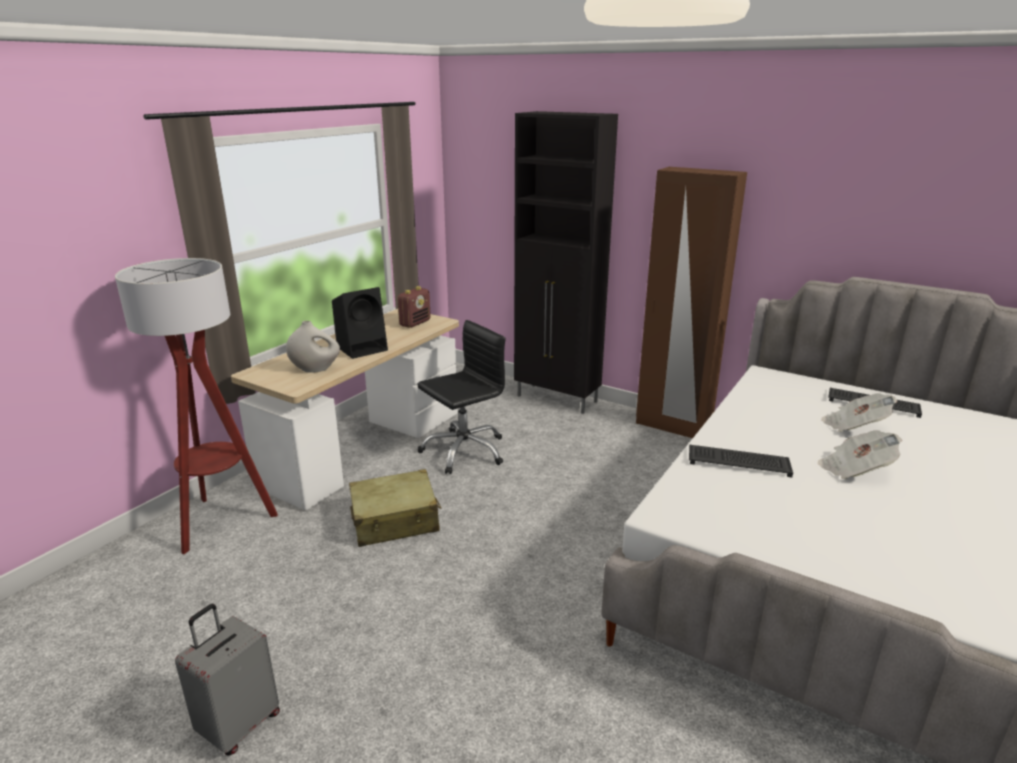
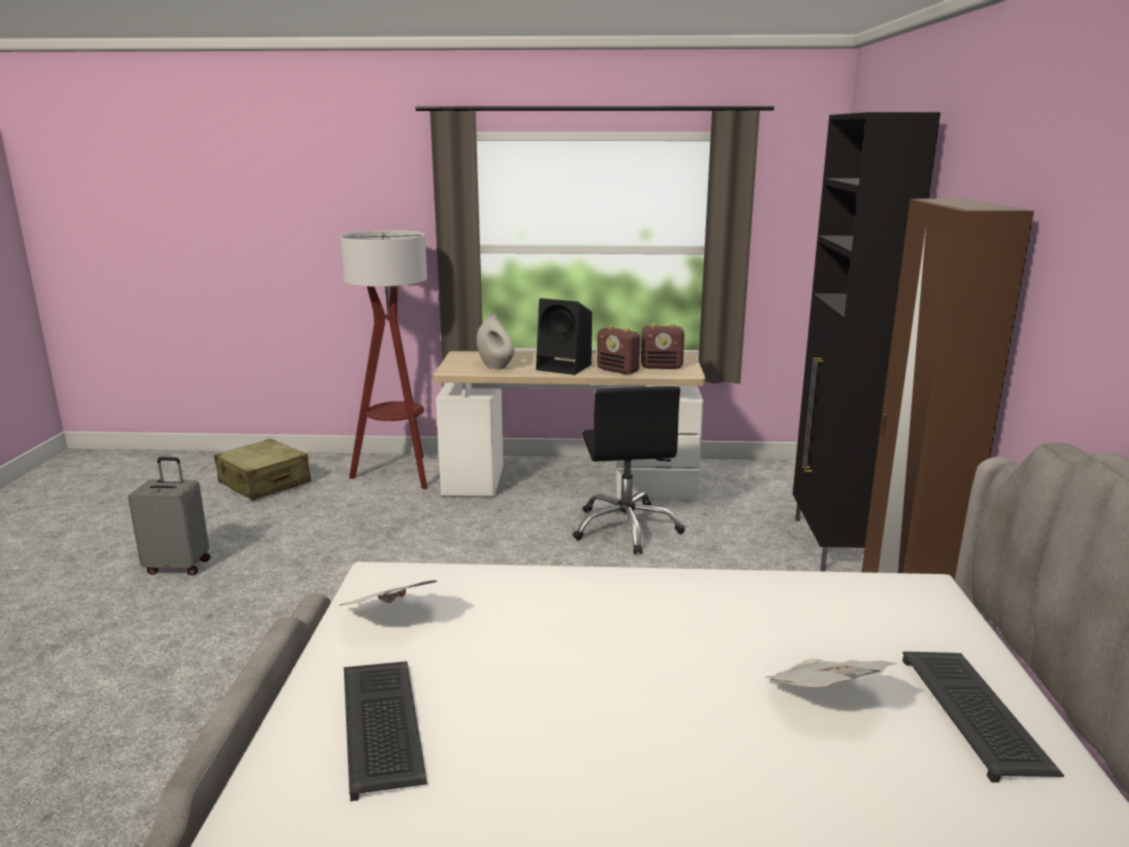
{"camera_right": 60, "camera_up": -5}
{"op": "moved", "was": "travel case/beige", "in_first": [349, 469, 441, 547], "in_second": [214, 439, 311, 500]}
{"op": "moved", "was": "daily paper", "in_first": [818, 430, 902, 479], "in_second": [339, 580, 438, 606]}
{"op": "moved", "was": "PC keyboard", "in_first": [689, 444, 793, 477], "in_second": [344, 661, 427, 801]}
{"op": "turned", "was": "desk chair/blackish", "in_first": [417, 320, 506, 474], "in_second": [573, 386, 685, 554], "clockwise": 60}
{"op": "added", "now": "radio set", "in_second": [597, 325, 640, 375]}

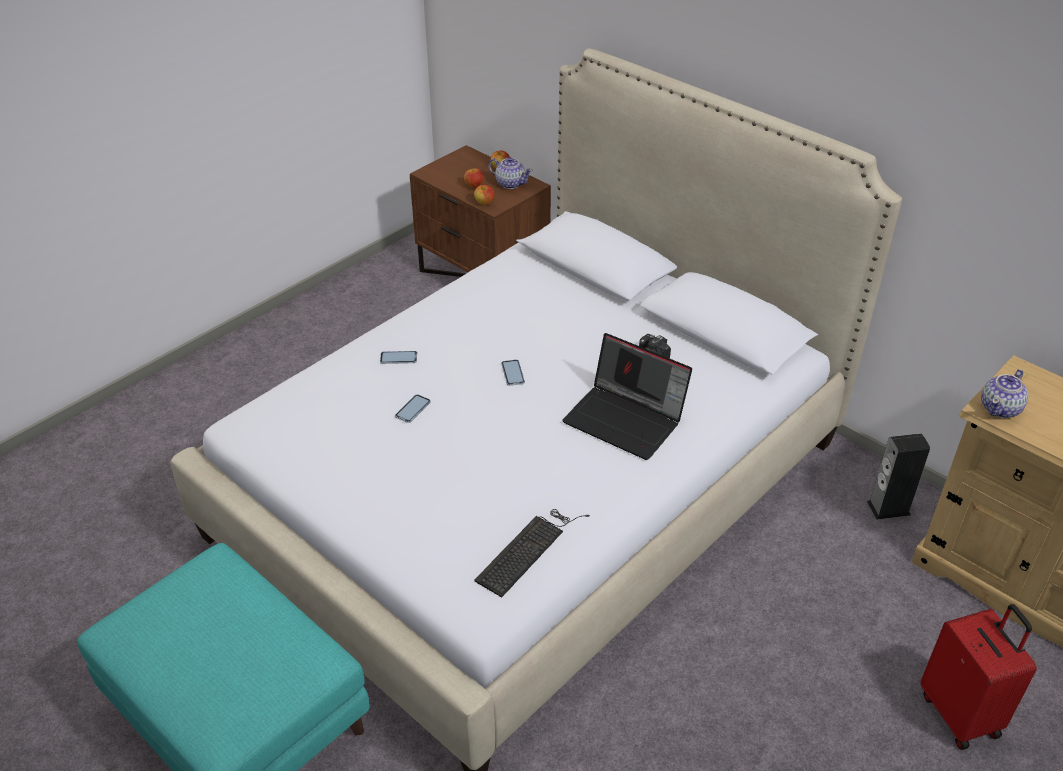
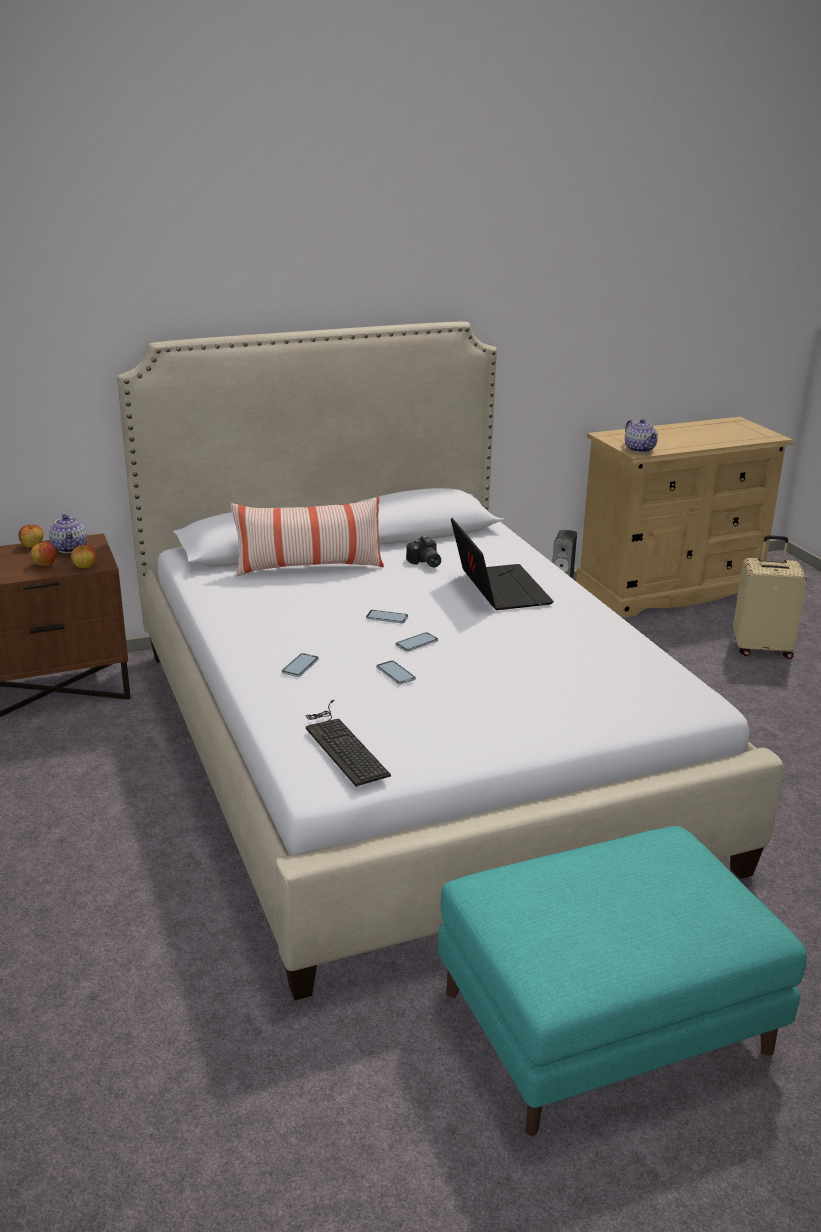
{"camera_right": -65, "camera_up": -15}
{"op": "turned", "was": "teapot", "in_first": [488, 157, 533, 189], "in_second": [49, 514, 87, 553], "clockwise": 105}
{"op": "added", "now": "pillow", "in_second": [231, 497, 384, 577]}
{"op": "moved", "was": "PC keyboard", "in_first": [475, 509, 590, 597], "in_second": [305, 700, 391, 786]}
{"op": "added", "now": "handset", "in_second": [395, 632, 438, 652]}
{"op": "turned", "was": "laptop", "in_first": [562, 333, 692, 460], "in_second": [451, 518, 554, 610], "clockwise": -75}
{"op": "recoloured", "was": "travel case/red", "now": "travel case/beige", "in_first": [921, 604, 1037, 750], "in_second": [733, 535, 807, 659]}

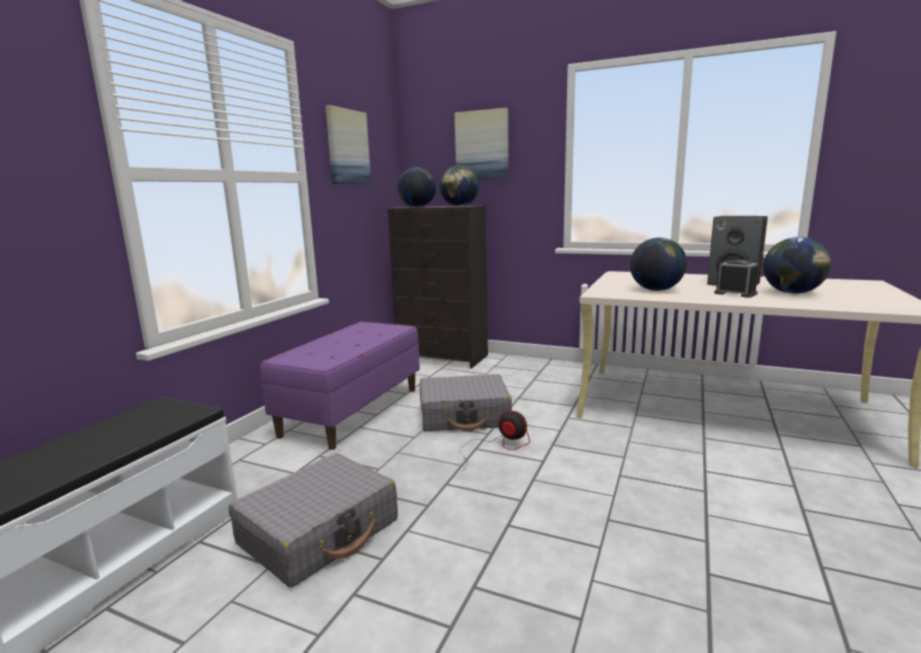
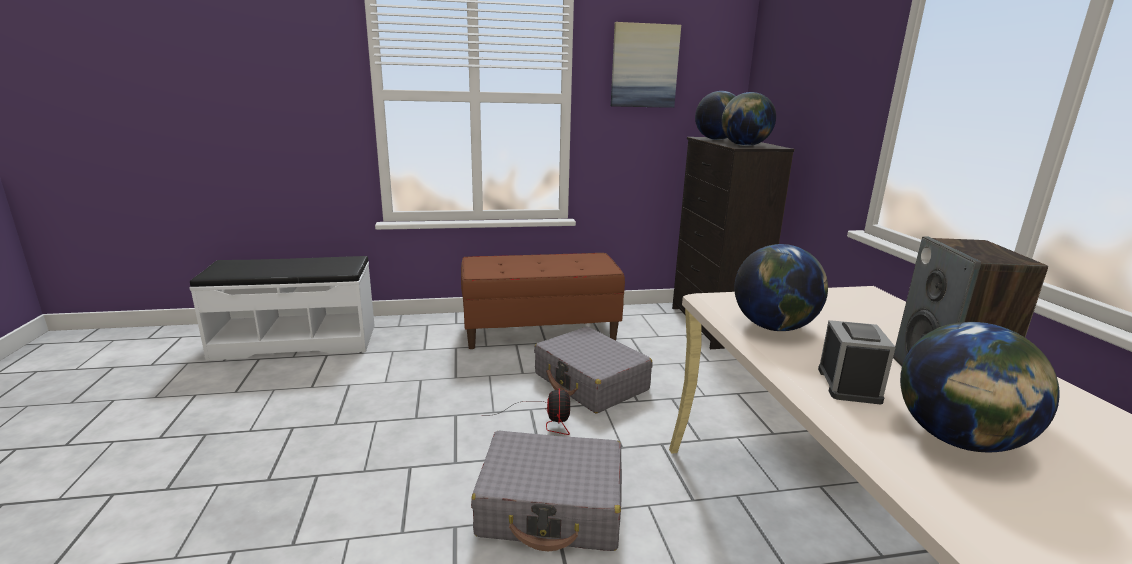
{"camera_right": 55, "camera_up": 5}
{"op": "recoloured", "was": "bench/purplish", "now": "bench/brown", "in_first": [260, 322, 420, 450], "in_second": [461, 253, 625, 349]}
{"op": "moved", "was": "travel case/grey", "in_first": [229, 453, 398, 587], "in_second": [471, 430, 622, 551]}
{"op": "removed", "was": "picture", "in_first": [455, 108, 509, 179]}

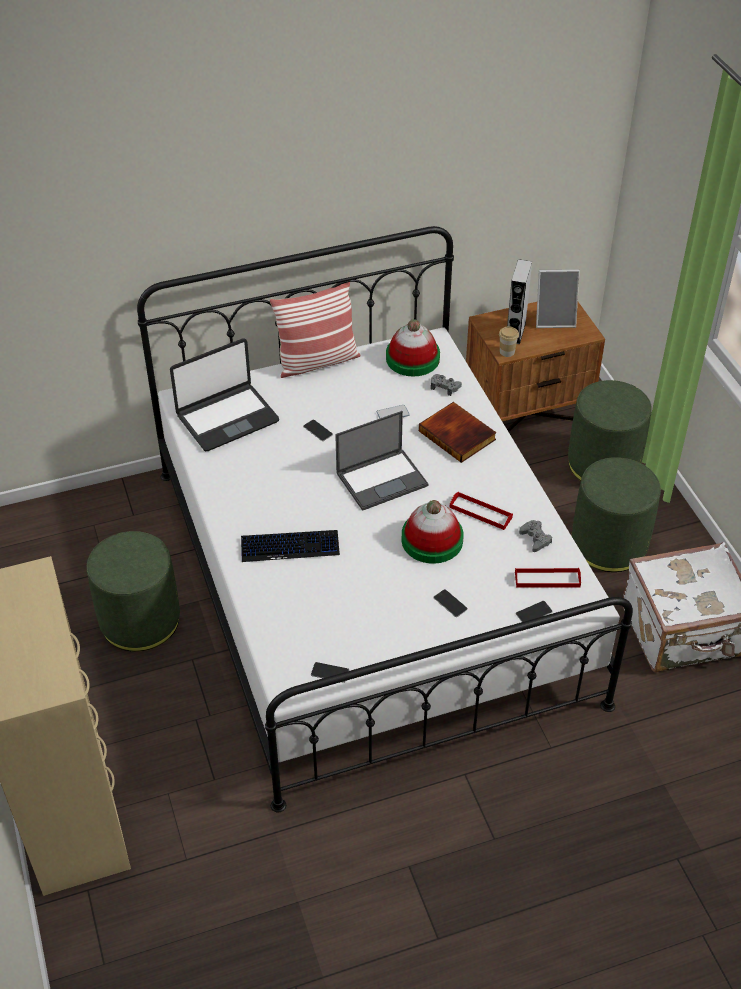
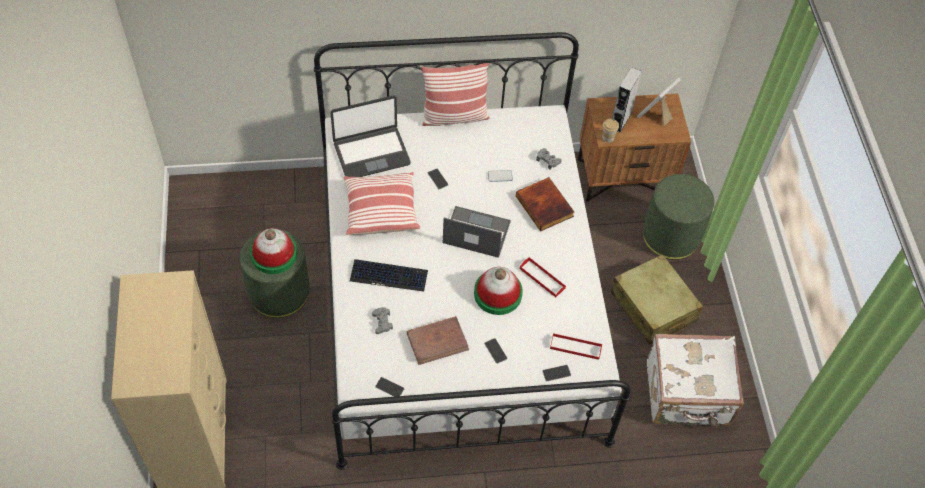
{"camera_right": 10, "camera_up": 10}
{"op": "moved", "was": "wearable hat", "in_first": [386, 319, 440, 377], "in_second": [250, 228, 297, 274]}
{"op": "added", "now": "pillow", "in_second": [344, 172, 420, 235]}
{"op": "moved", "was": "game controller/grey", "in_first": [519, 520, 552, 552], "in_second": [372, 307, 393, 334]}
{"op": "added", "now": "book/brown", "in_second": [407, 316, 469, 365]}
{"op": "turned", "was": "laptop", "in_first": [335, 411, 428, 511], "in_second": [443, 206, 511, 258], "clockwise": -150}
{"op": "replaced", "was": "footrest/green", "now": "travel case/beige", "in_first": [572, 457, 661, 572], "in_second": [611, 254, 703, 344]}
{"op": "turned", "was": "photo frame", "in_first": [536, 269, 580, 328], "in_second": [637, 78, 681, 126], "clockwise": 120}

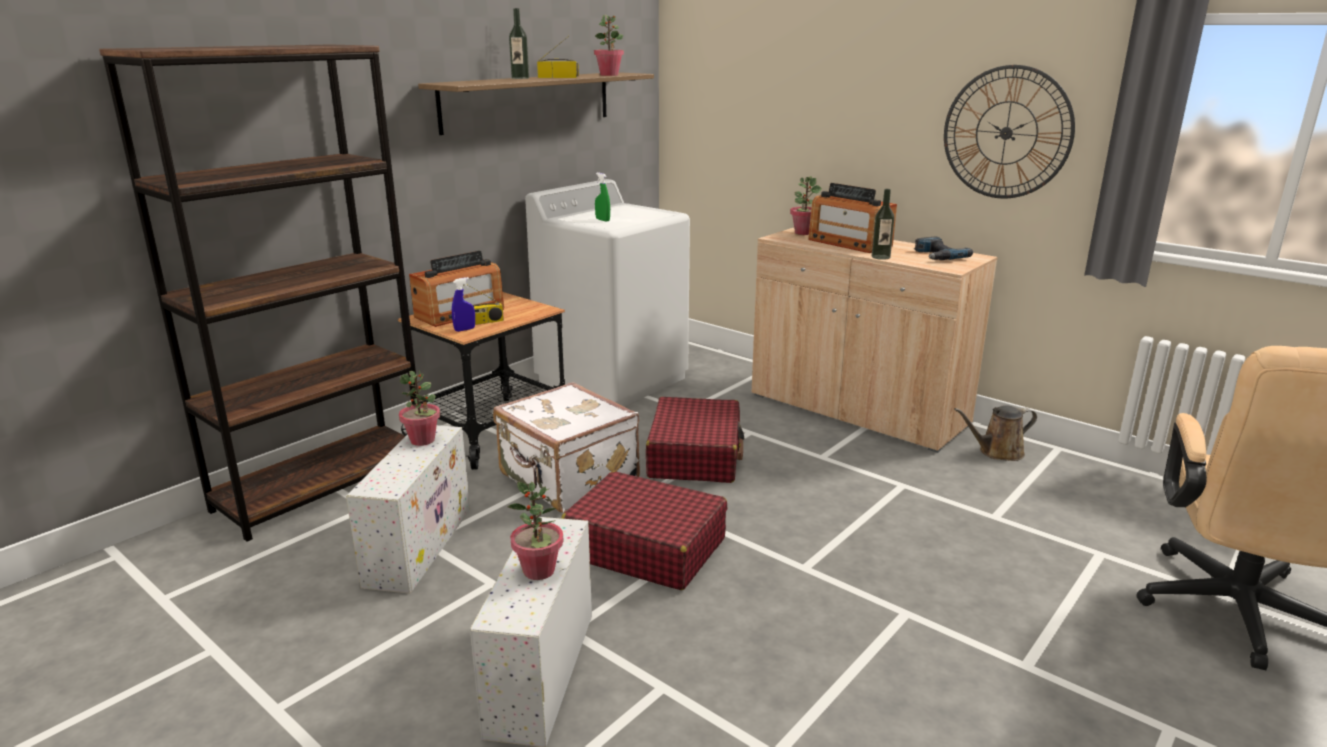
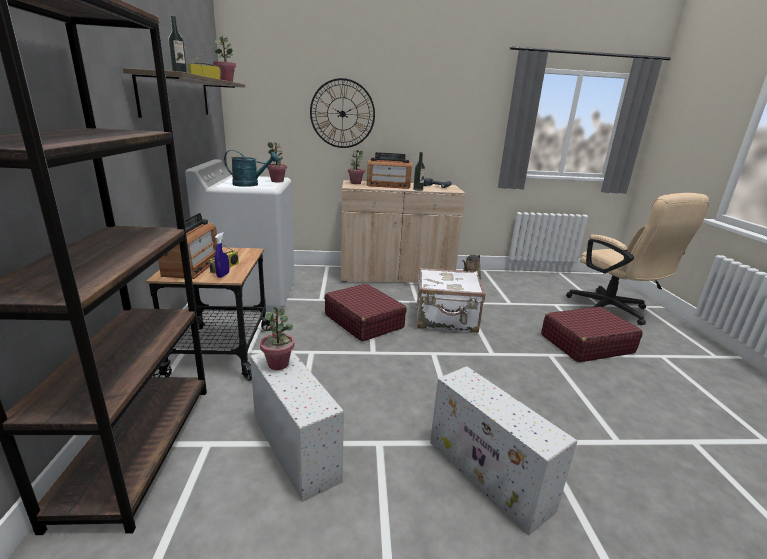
{"camera_right": -45, "camera_up": 0}
{"op": "replaced", "was": "hand sprayer/green", "now": "watering can/turquoise-coloured", "in_first": [595, 173, 610, 221], "in_second": [224, 150, 279, 187]}
{"op": "moved", "was": "potted plant", "in_first": [507, 482, 564, 580], "in_second": [267, 142, 287, 182]}
{"op": "moved", "was": "hanging clock", "in_first": [944, 65, 1075, 198], "in_second": [310, 78, 375, 148]}
{"op": "moved", "was": "travel case/white-coloured", "in_first": [493, 382, 640, 513], "in_second": [417, 268, 485, 333]}
{"op": "moved", "was": "travel case/red", "in_first": [561, 471, 727, 590], "in_second": [541, 307, 643, 362]}

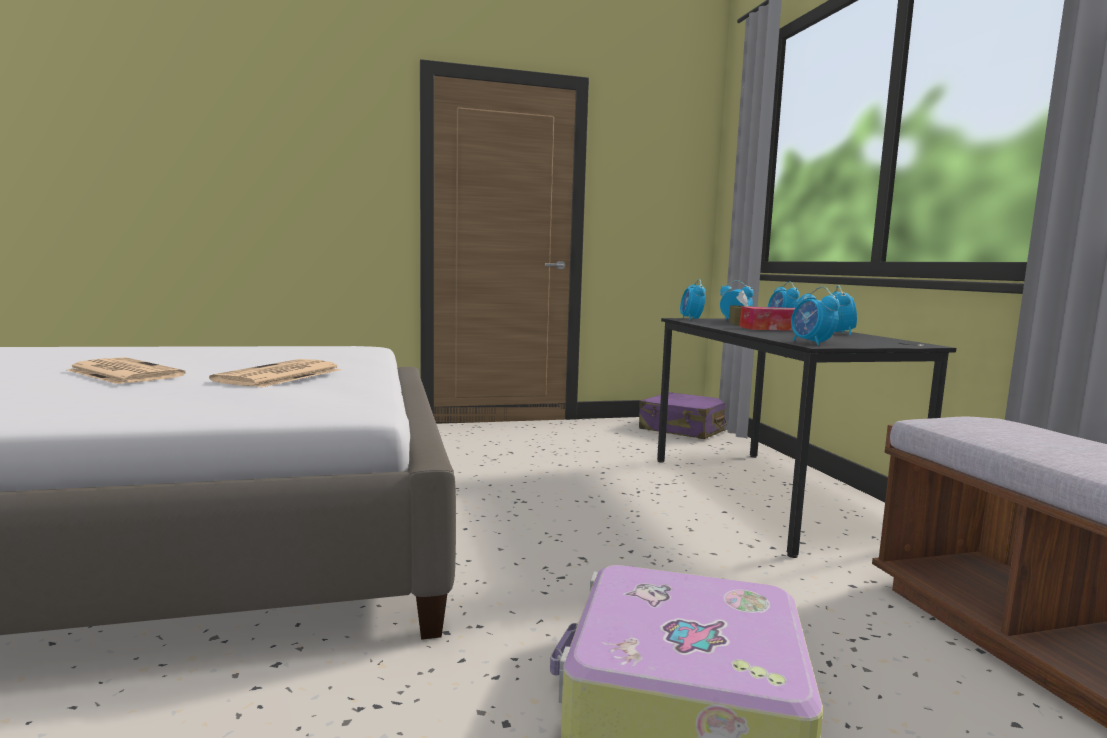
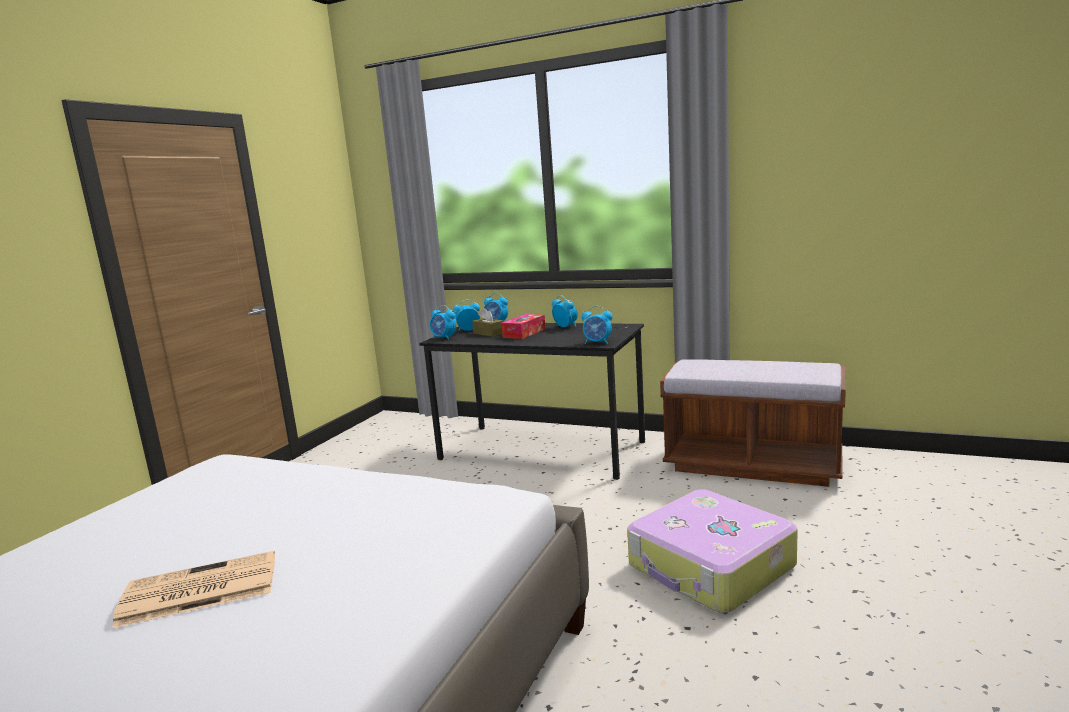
{"camera_right": -50, "camera_up": 5}
{"op": "removed", "was": "daily paper", "in_first": [209, 359, 341, 387]}
{"op": "removed", "was": "travel case/purplish", "in_first": [639, 392, 727, 439]}

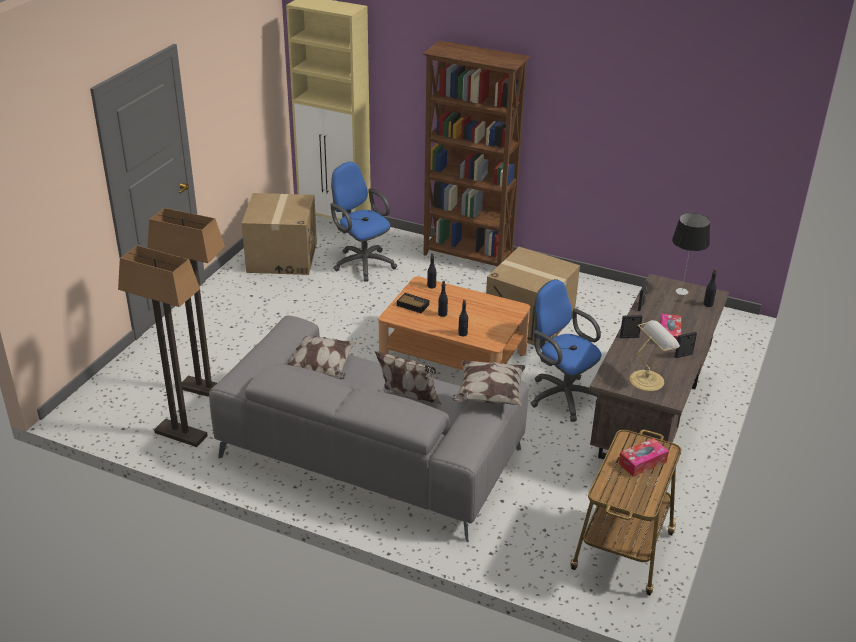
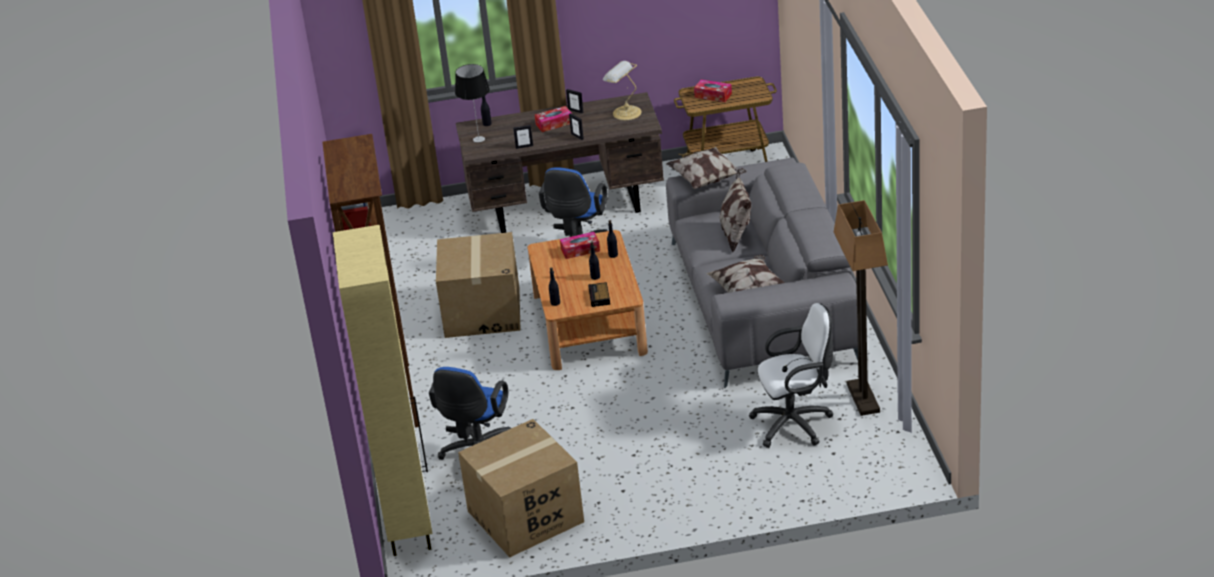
{"camera_right": -120, "camera_up": 0}
{"op": "added", "now": "tissue box", "in_second": [560, 232, 600, 259]}
{"op": "replaced", "was": "floor lamp", "now": "desk chair/white-coloured", "in_first": [147, 208, 225, 397], "in_second": [749, 303, 834, 448]}

